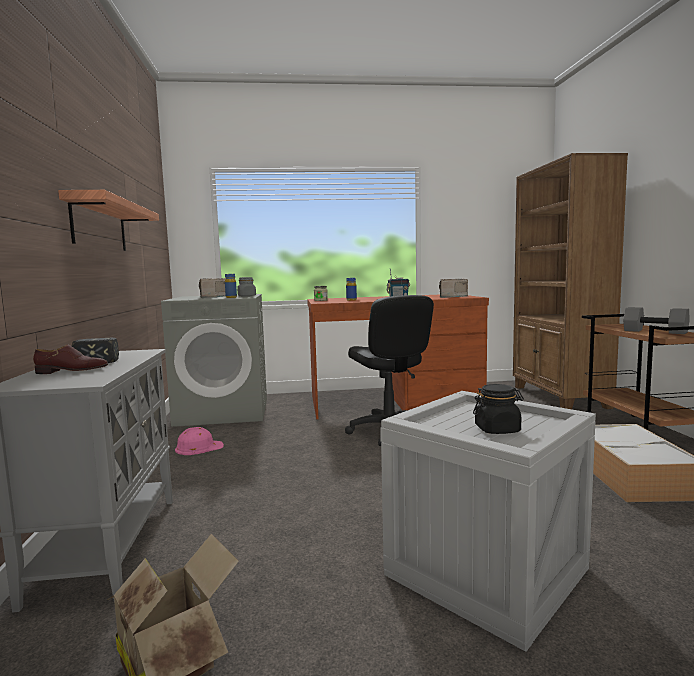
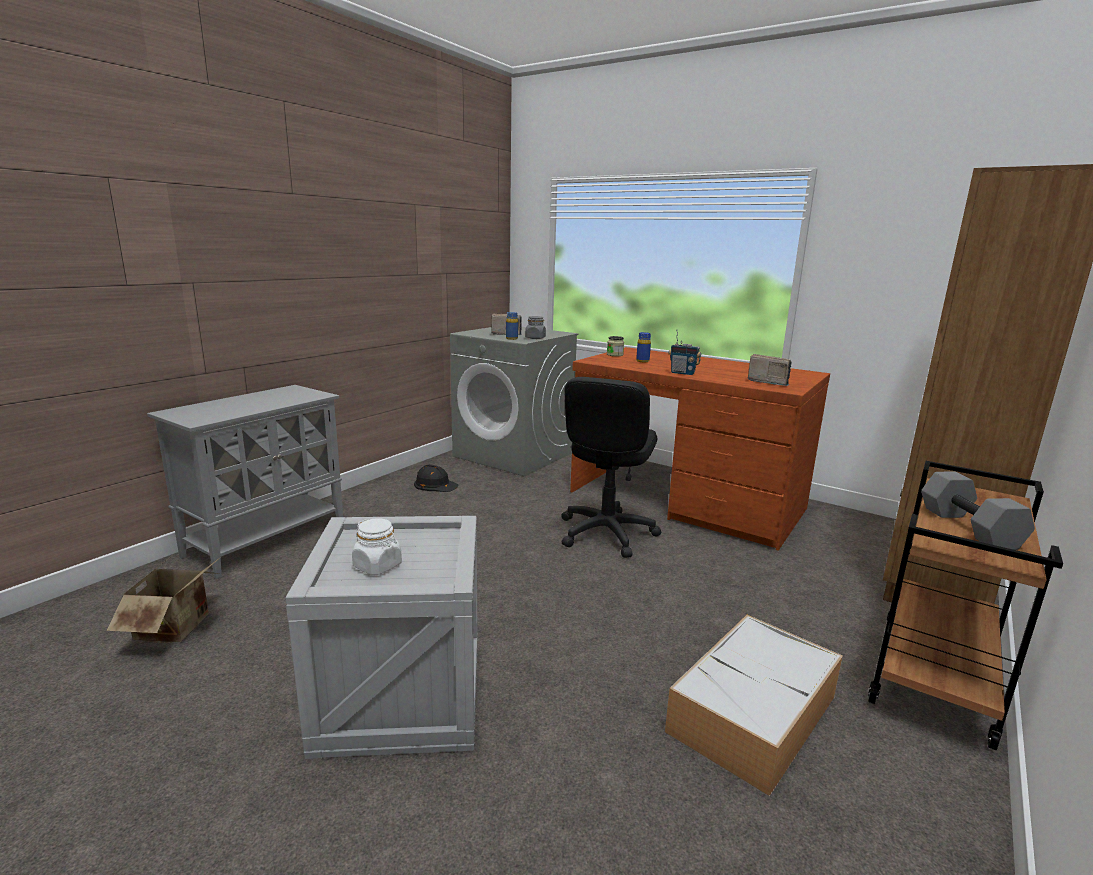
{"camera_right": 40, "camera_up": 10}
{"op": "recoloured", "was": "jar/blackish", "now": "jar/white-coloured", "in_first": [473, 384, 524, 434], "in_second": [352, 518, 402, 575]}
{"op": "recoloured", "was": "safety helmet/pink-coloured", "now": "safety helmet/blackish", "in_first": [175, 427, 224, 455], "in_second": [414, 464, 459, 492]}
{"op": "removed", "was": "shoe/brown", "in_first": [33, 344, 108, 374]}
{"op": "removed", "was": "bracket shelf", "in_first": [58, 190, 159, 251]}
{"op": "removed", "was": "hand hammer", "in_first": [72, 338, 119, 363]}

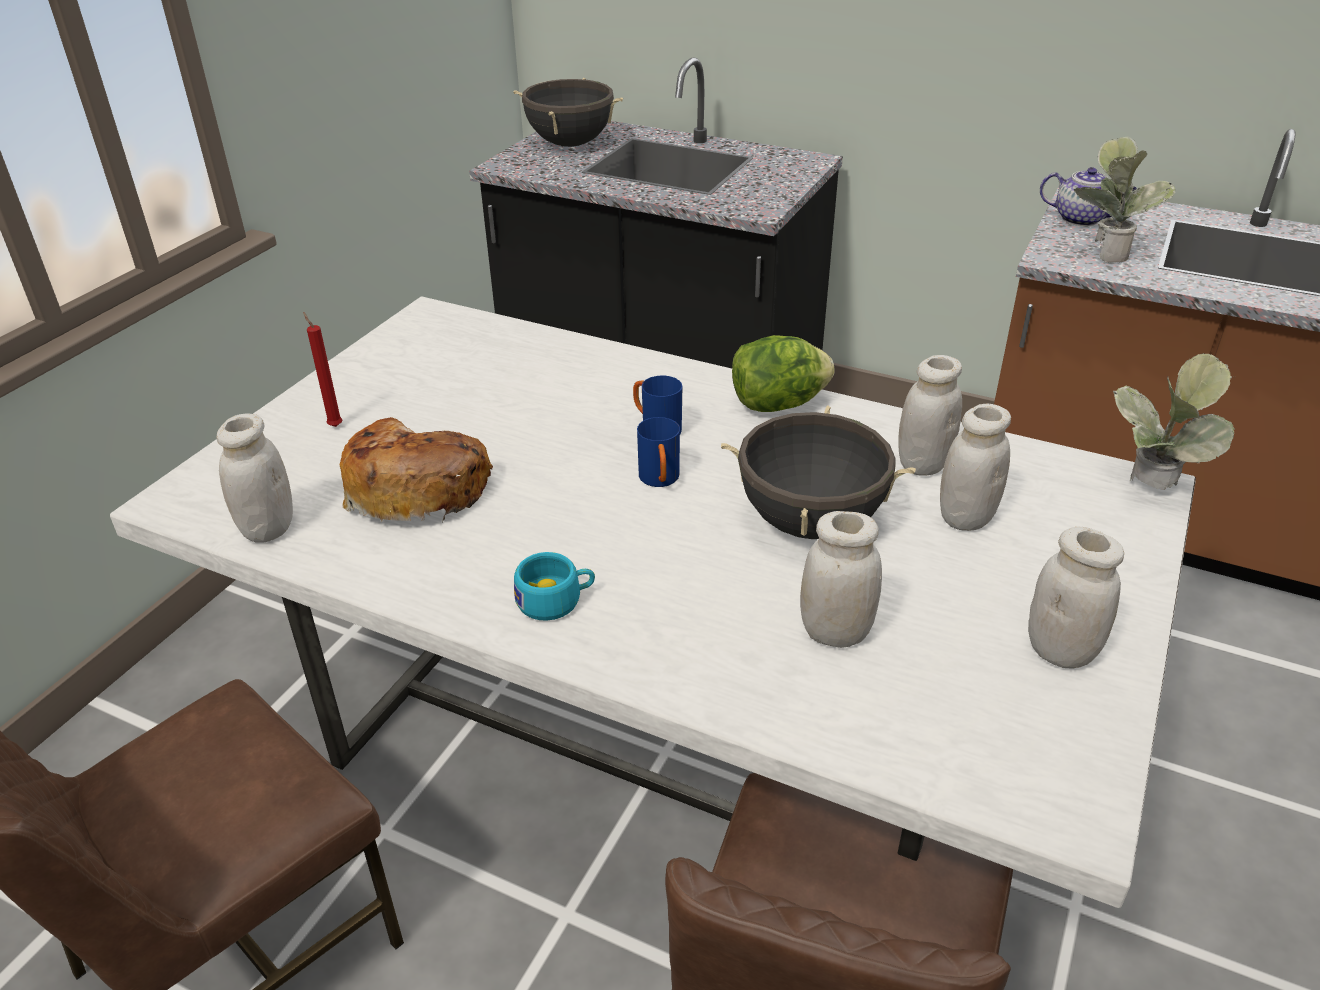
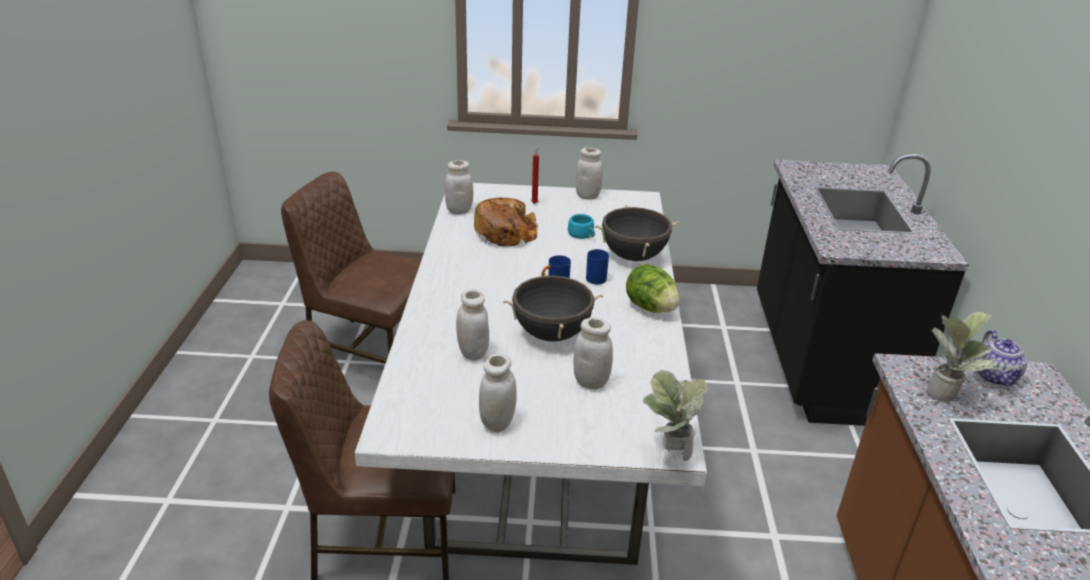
{"camera_right": 65, "camera_up": -5}
{"op": "moved", "was": "cup/turquoise-coloured", "in_first": [514, 552, 595, 621], "in_second": [568, 214, 595, 239]}
{"op": "moved", "was": "jar/white-coloured", "in_first": [898, 355, 962, 476], "in_second": [575, 147, 603, 200]}
{"op": "moved", "was": "cooking pot/blackish", "in_first": [513, 78, 623, 147], "in_second": [595, 205, 679, 261]}

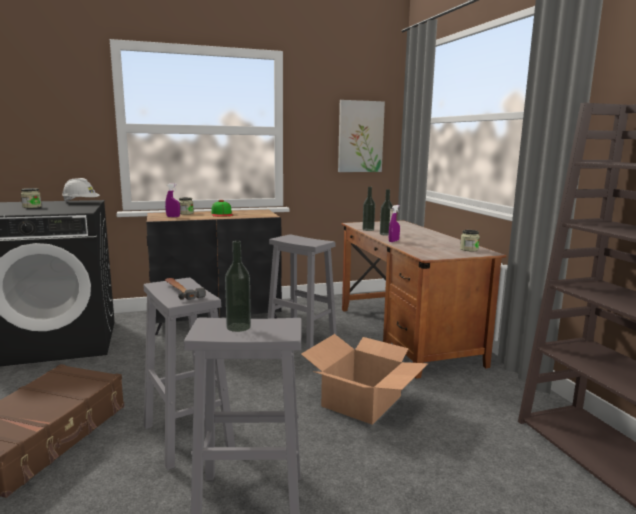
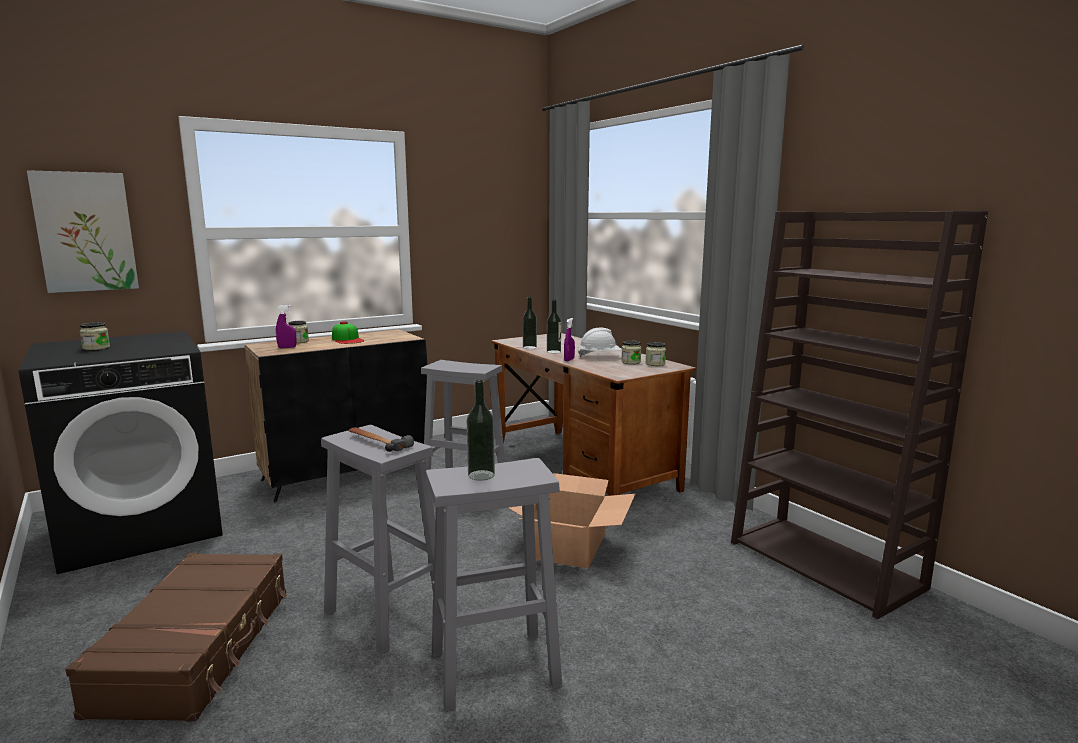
{"camera_right": -15, "camera_up": 0}
{"op": "moved", "was": "picture", "in_first": [338, 100, 385, 172], "in_second": [27, 170, 139, 293]}
{"op": "moved", "was": "safety helmet/white-coloured", "in_first": [62, 178, 100, 202], "in_second": [578, 328, 622, 357]}
{"op": "added", "now": "jar", "in_second": [621, 341, 641, 364]}

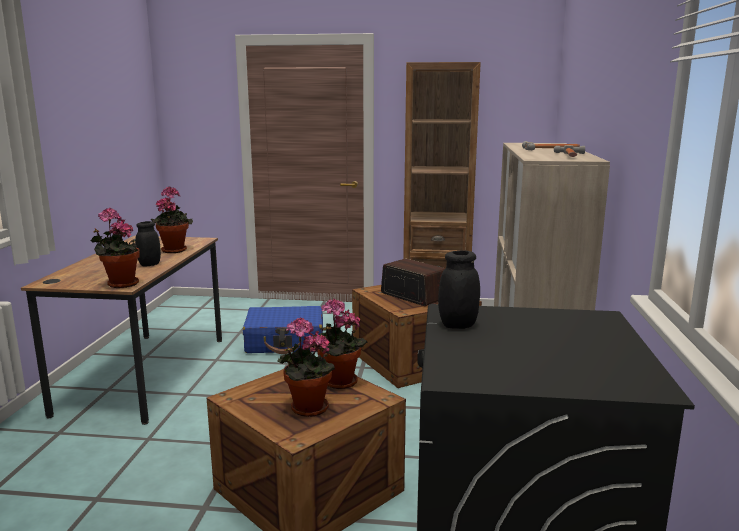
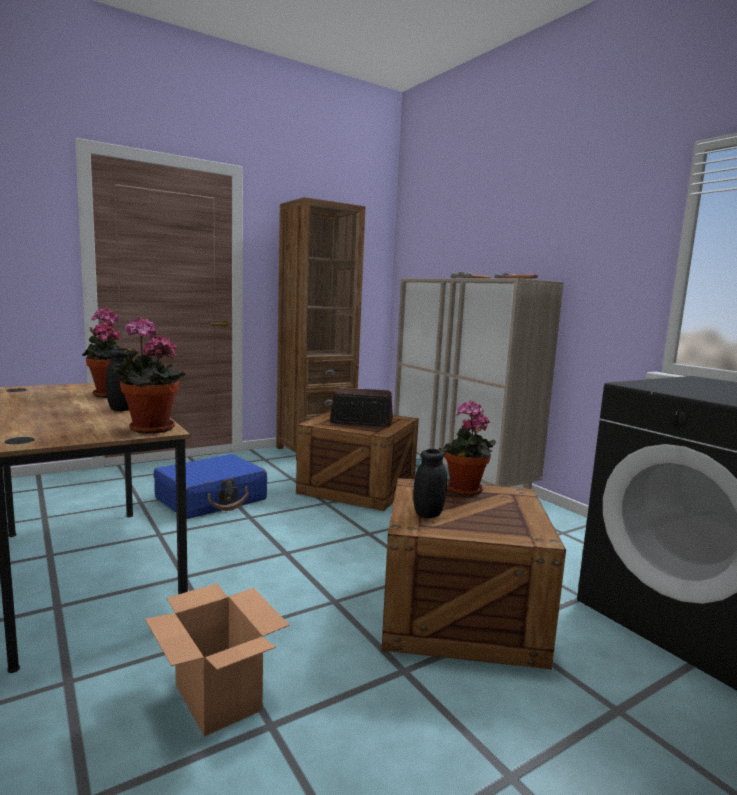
{"camera_right": -40, "camera_up": -5}
{"op": "added", "now": "packing box", "in_second": [145, 583, 290, 737]}
{"op": "moved", "was": "jar/blackish", "in_first": [438, 250, 480, 329], "in_second": [413, 449, 447, 518]}
{"op": "removed", "was": "potted plant", "in_first": [278, 317, 335, 417]}

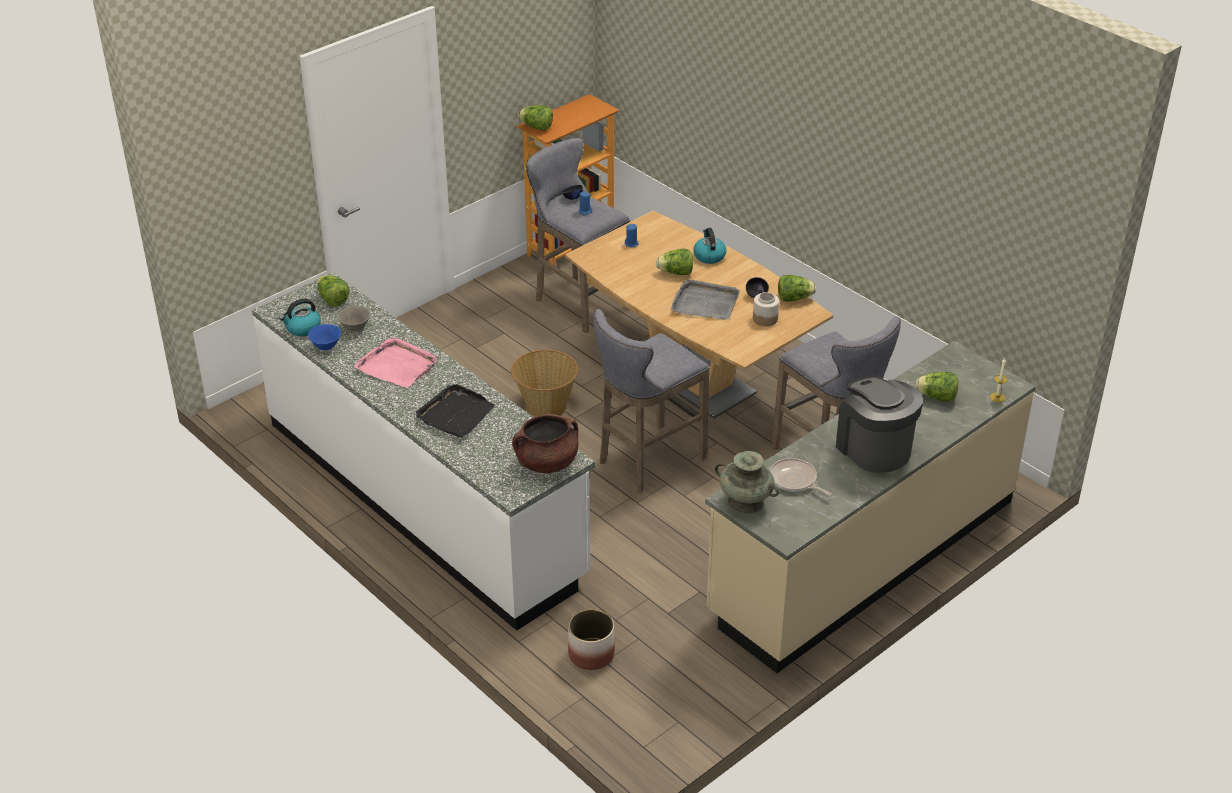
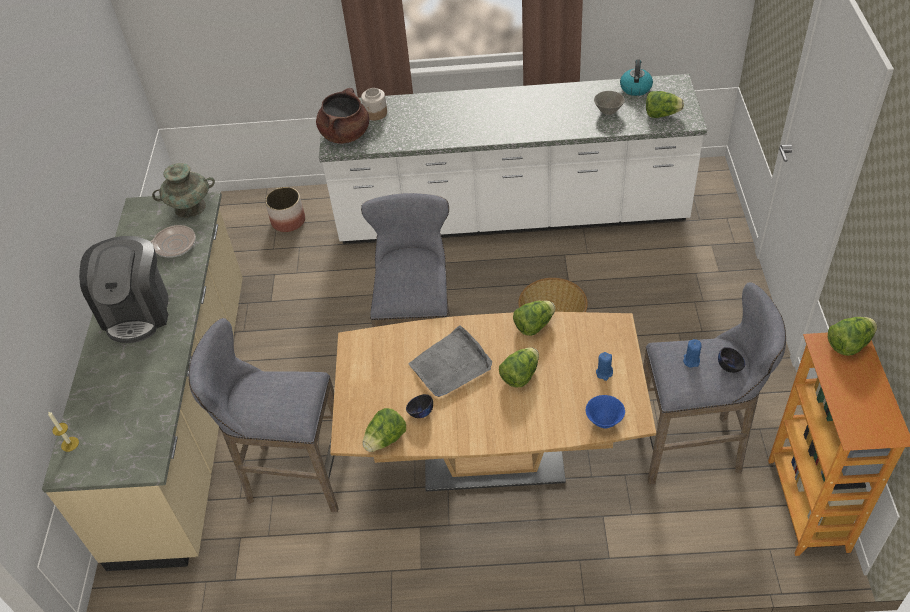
{"camera_right": 135, "camera_up": 10}
{"op": "turned", "was": "coffee machine", "in_first": [836, 377, 923, 473], "in_second": [79, 236, 168, 343], "clockwise": 75}
{"op": "moved", "was": "jar", "in_first": [753, 292, 779, 326], "in_second": [361, 88, 387, 121]}
{"op": "moved", "was": "lettuce", "in_first": [916, 372, 958, 402], "in_second": [513, 301, 555, 336]}
{"op": "moved", "was": "bowl/bluish", "in_first": [308, 324, 341, 350], "in_second": [586, 395, 625, 428]}
{"op": "removed", "was": "serving tray/pink-coloured", "in_first": [354, 337, 438, 388]}
{"op": "removed", "was": "serving tray/blackish", "in_first": [416, 384, 495, 438]}
{"op": "removed", "was": "tea kettle", "in_first": [693, 228, 726, 264]}

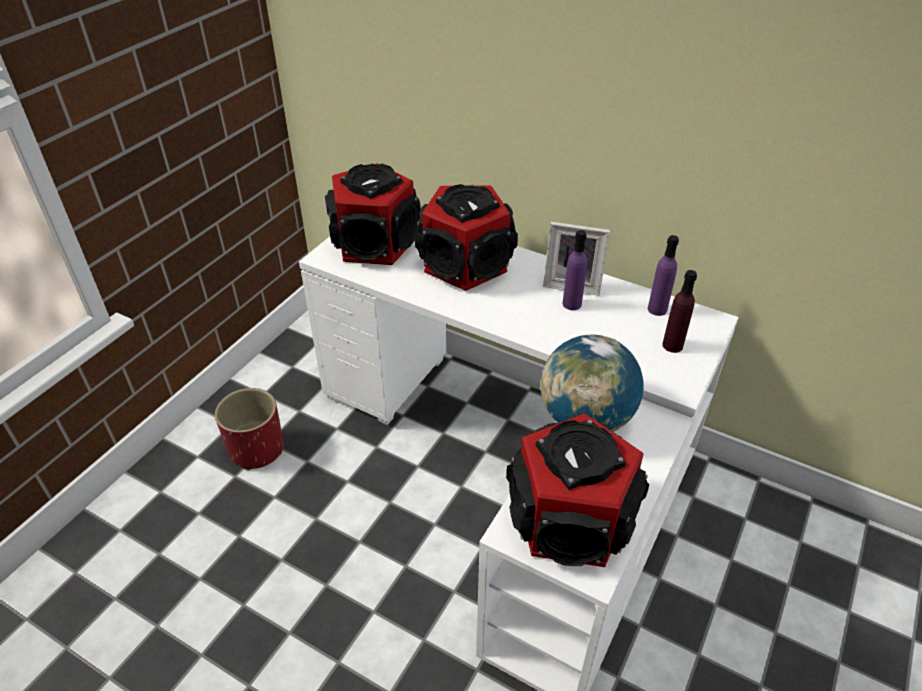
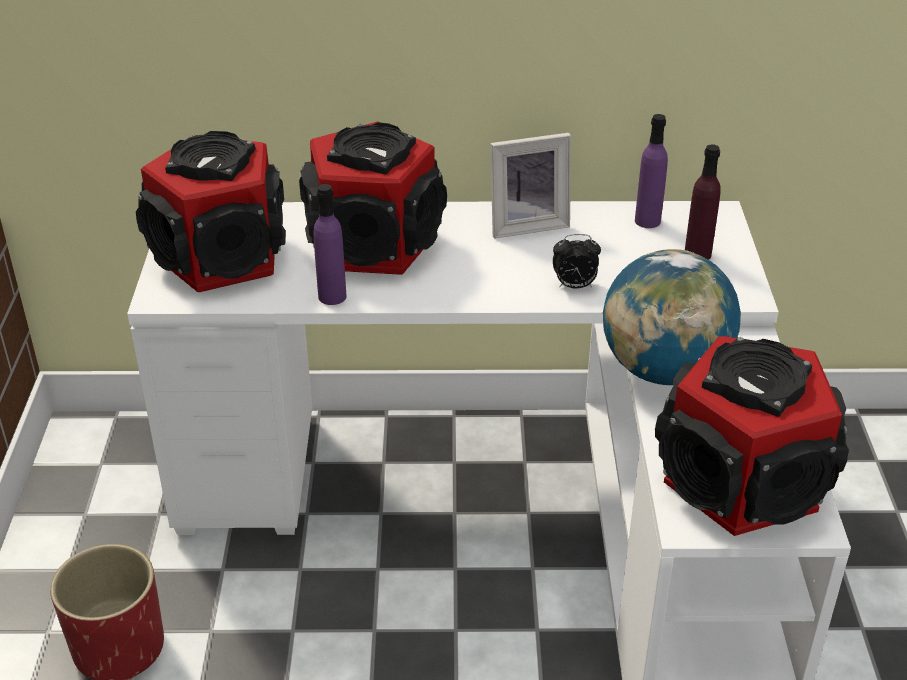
{"camera_right": -30, "camera_up": -5}
{"op": "moved", "was": "drink bottle/purplish", "in_first": [563, 230, 587, 310], "in_second": [313, 184, 347, 305]}
{"op": "added", "now": "alarm clock", "in_second": [553, 234, 601, 288]}

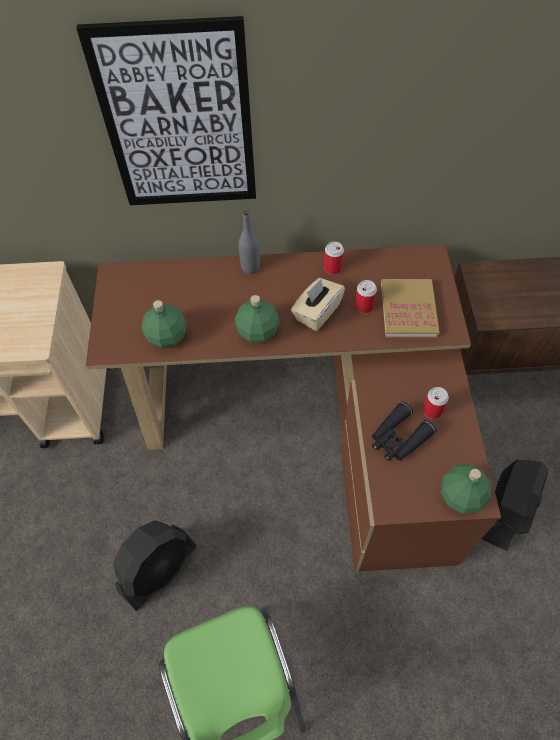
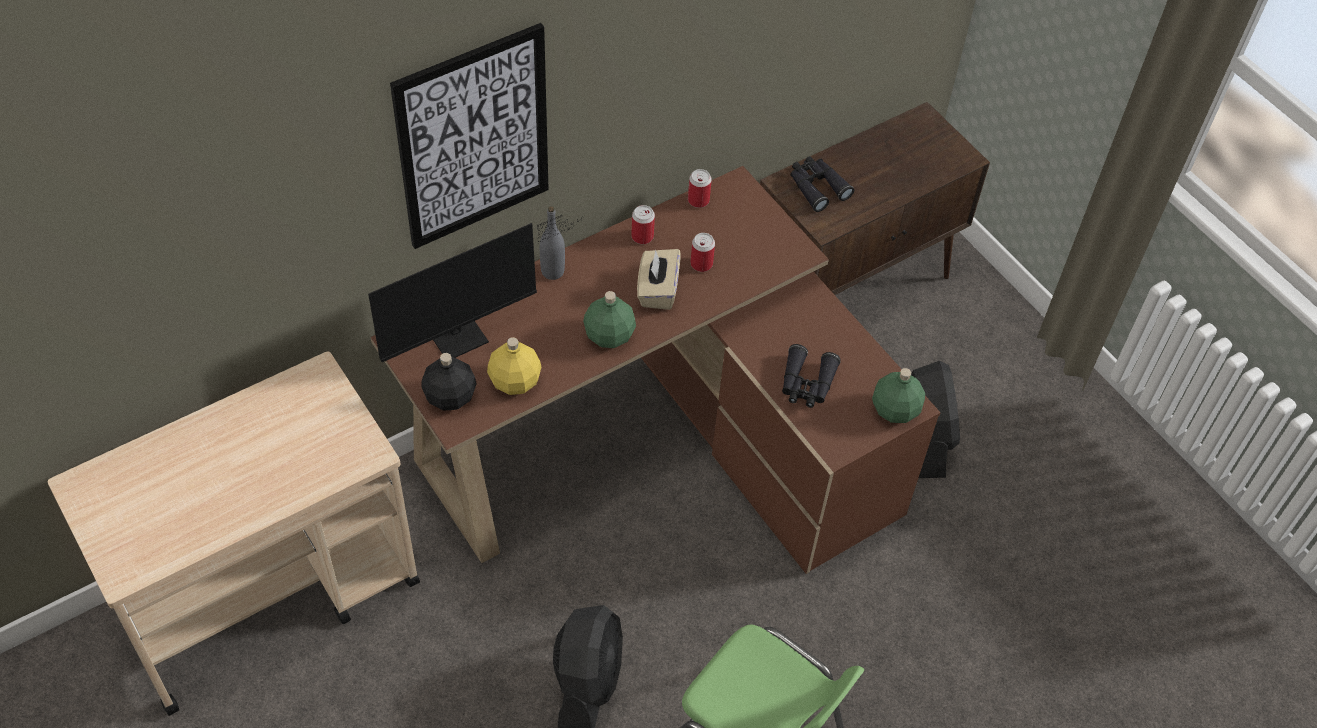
{"camera_right": -35, "camera_up": -5}
{"op": "added", "now": "computer display", "in_second": [368, 215, 583, 362]}
{"op": "added", "now": "drink bottle/blackish", "in_second": [421, 353, 477, 411]}
{"op": "recoloured", "was": "drink bottle/green", "now": "drink bottle/yellow-coloured", "in_first": [142, 300, 187, 348], "in_second": [487, 337, 542, 395]}
{"op": "moved", "was": "metal can", "in_first": [423, 387, 449, 419], "in_second": [688, 169, 712, 208]}
{"op": "added", "now": "pair of binoculars/blackish", "in_second": [790, 156, 854, 212]}
{"op": "removed", "was": "book", "in_first": [381, 279, 440, 338]}

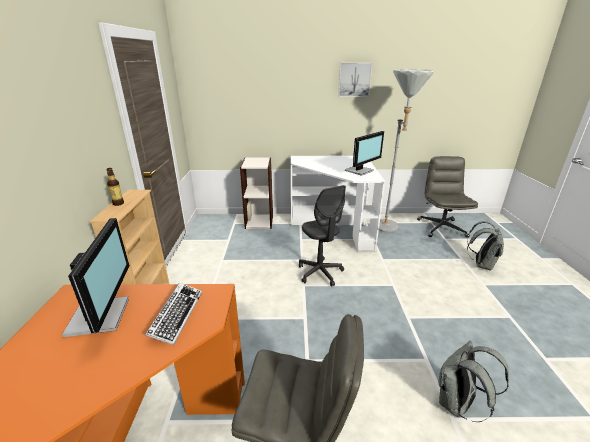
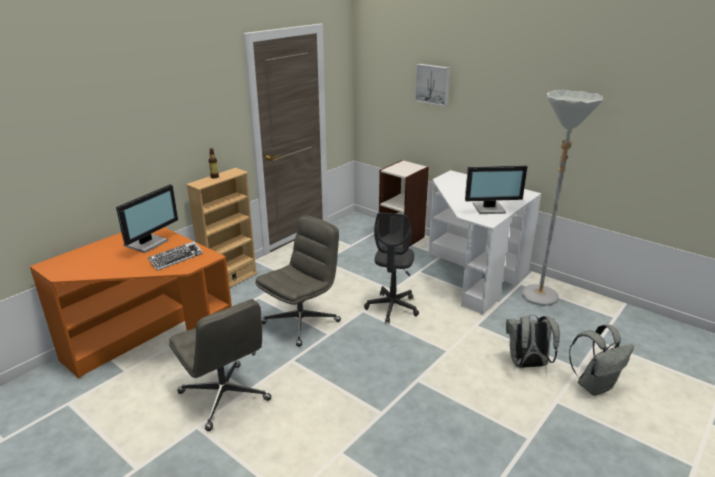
{"camera_right": 40, "camera_up": 0}
{"op": "moved", "was": "desk chair/grey", "in_first": [417, 156, 478, 238], "in_second": [255, 216, 341, 347]}
{"op": "moved", "was": "picture", "in_first": [338, 63, 372, 97], "in_second": [414, 64, 450, 106]}
{"op": "moved", "was": "rucksack/grey", "in_first": [438, 341, 509, 422], "in_second": [506, 315, 560, 368]}

